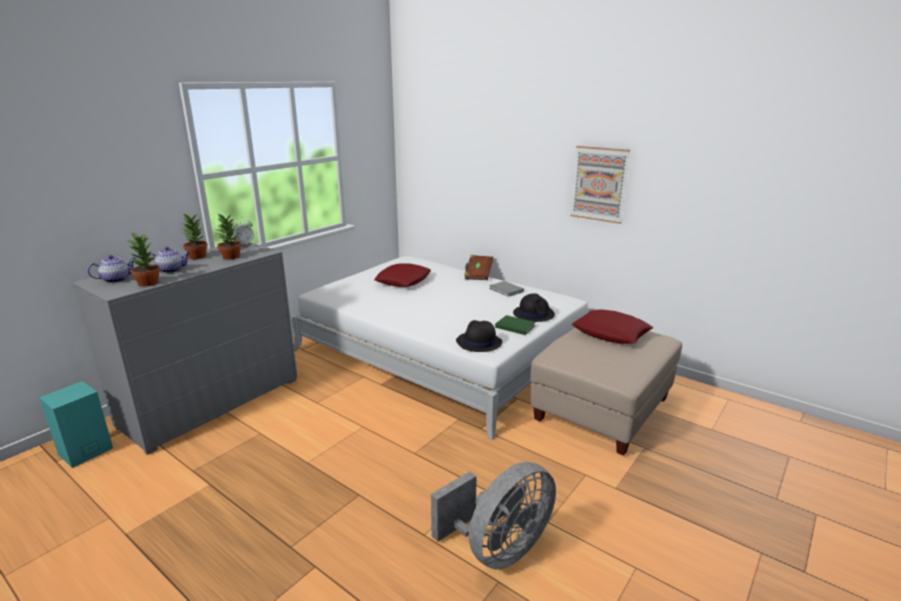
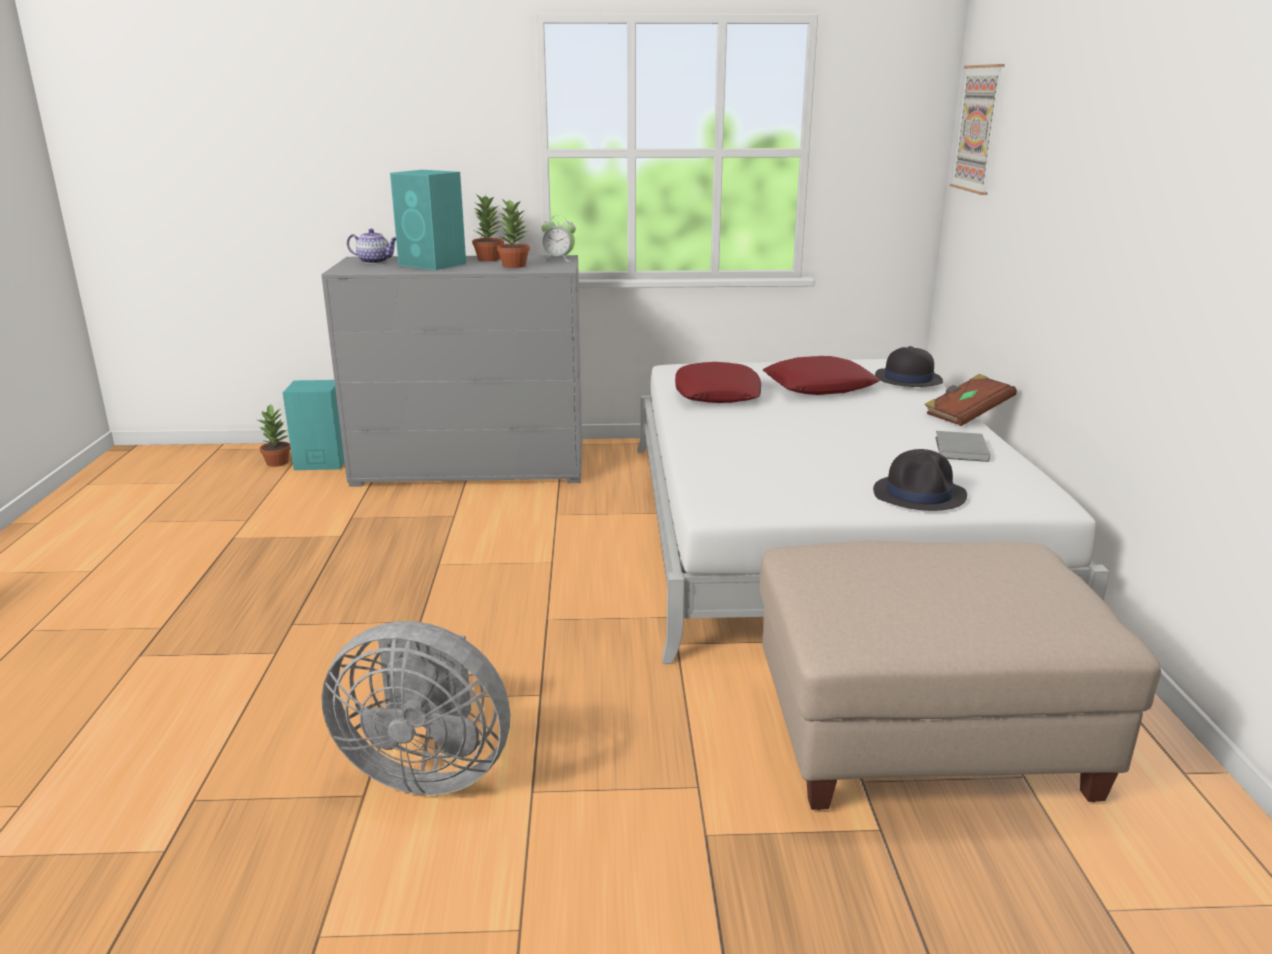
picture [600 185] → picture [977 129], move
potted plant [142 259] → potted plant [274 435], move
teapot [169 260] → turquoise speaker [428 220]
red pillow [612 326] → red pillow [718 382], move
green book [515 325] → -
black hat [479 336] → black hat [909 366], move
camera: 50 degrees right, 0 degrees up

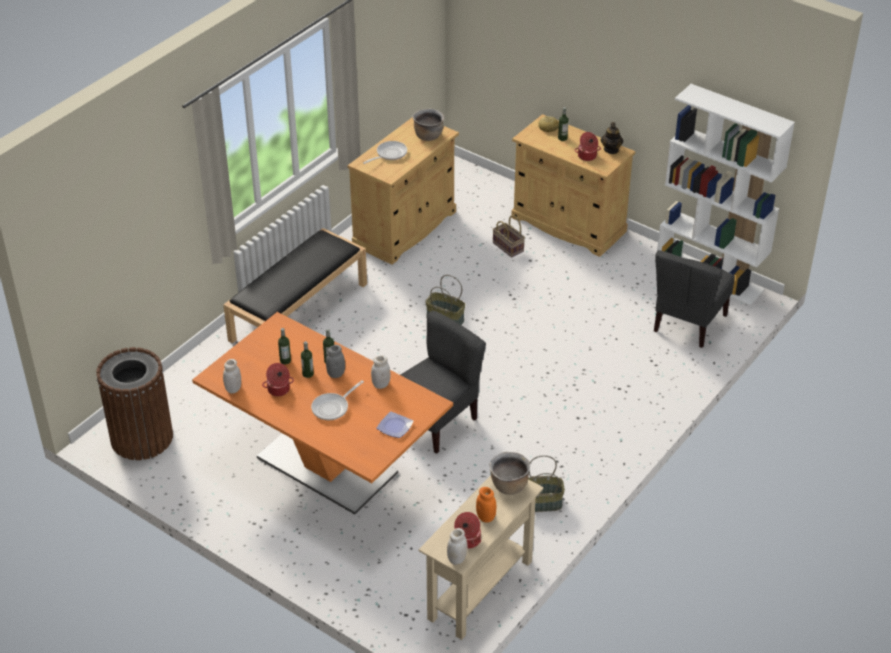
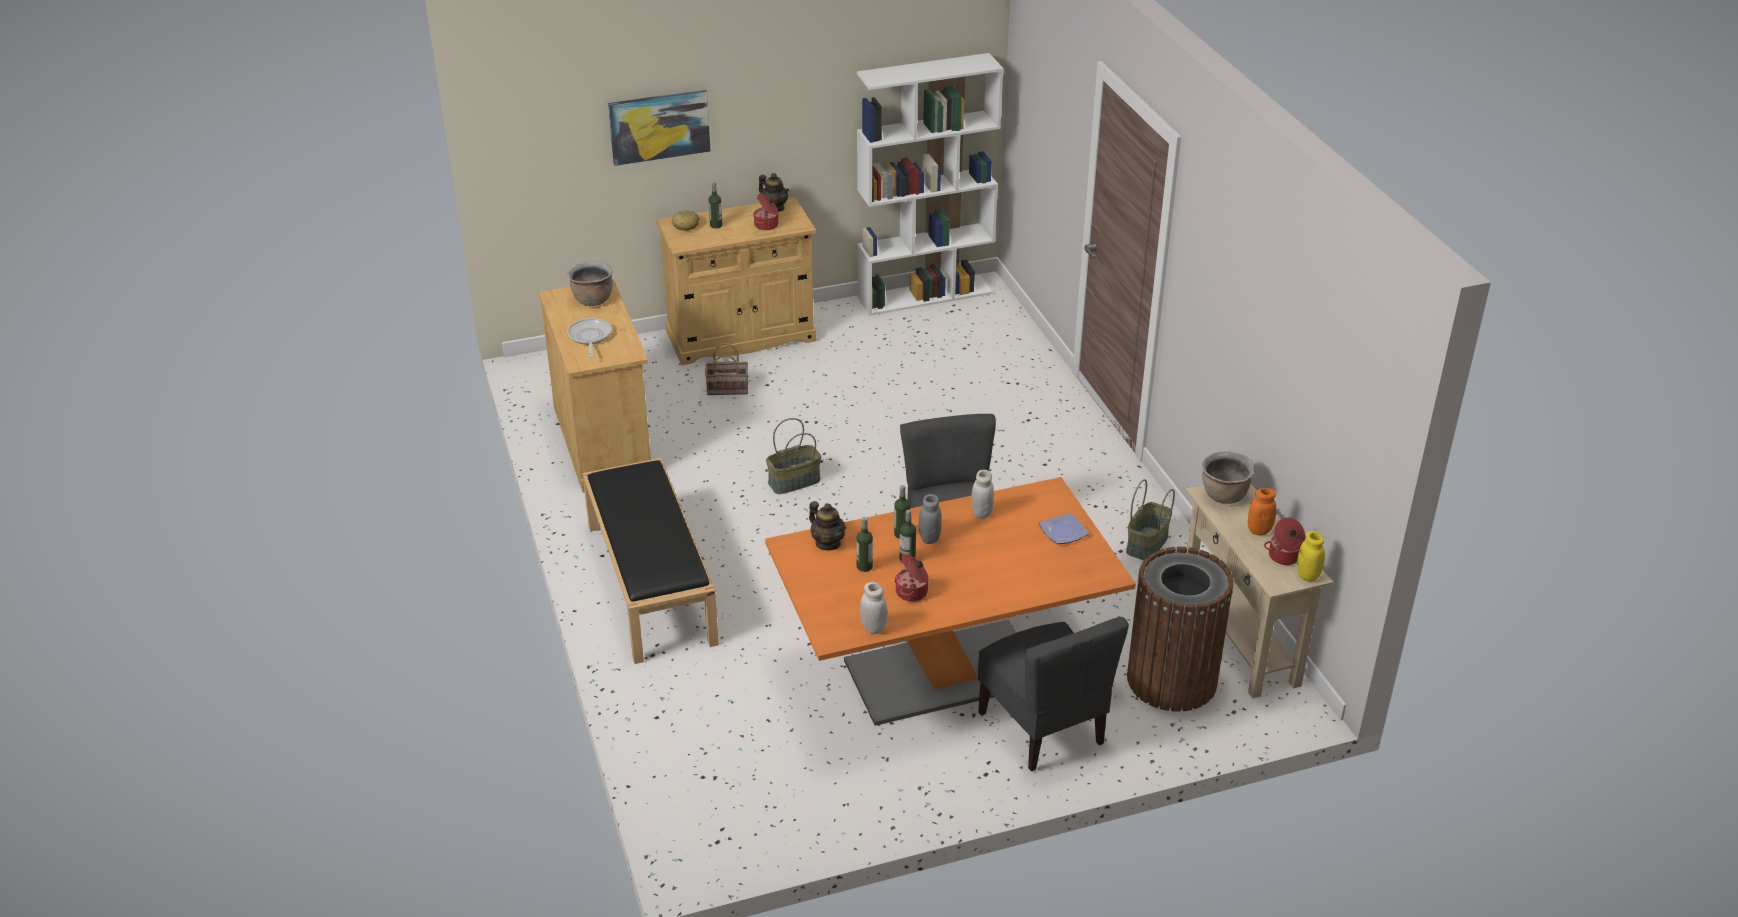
grey chair [694 299] → grey chair [1053 694], move
brown trash can [134 403] → brown trash can [1180 629], move
frying pan [337 400] → -
white jar [457 546] → yellow jar [1311 556]
- → picture [659 127]
- → teapot [827 525]
camera: 55 degrees left, 5 degrees down

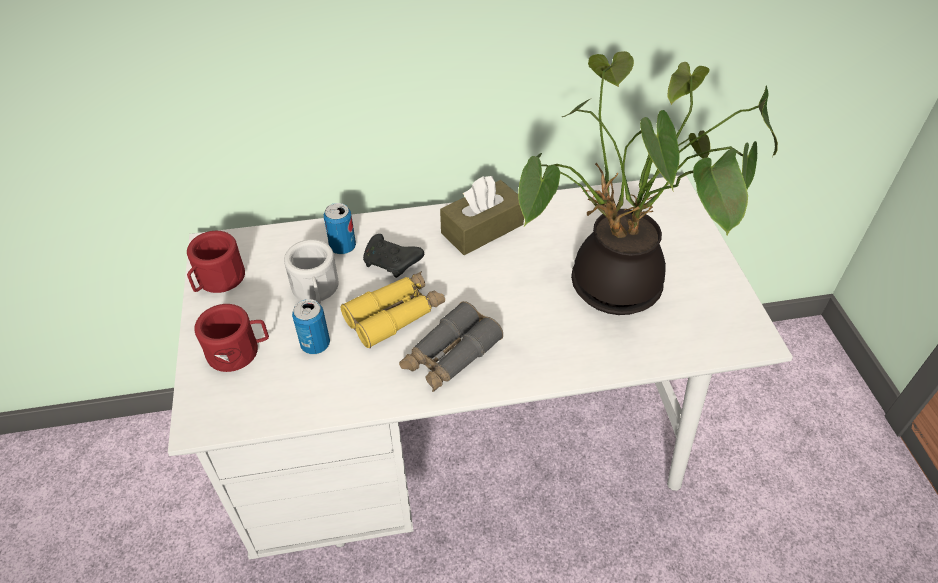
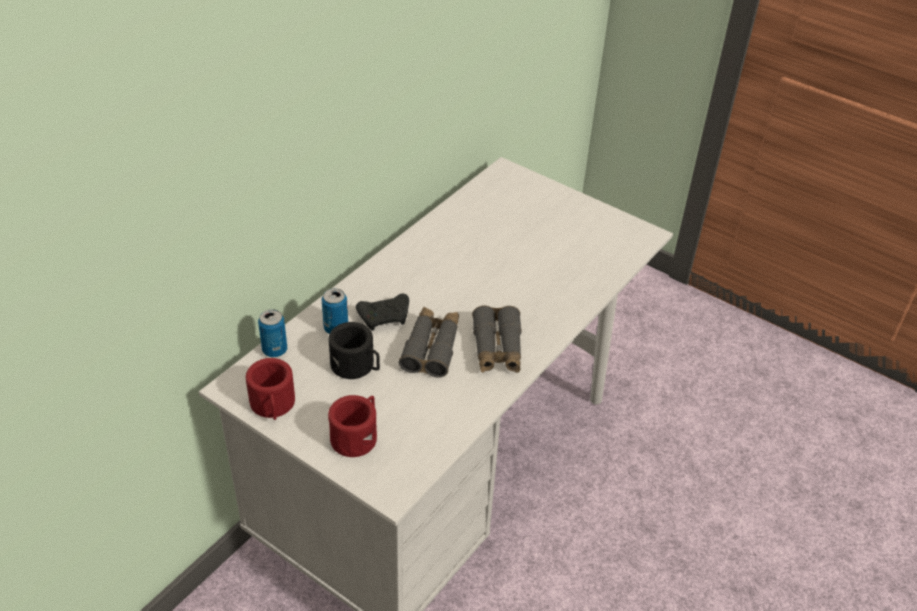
potted plant [648 183] → -
brown tissue box [482 215] → -
white mug [311 271] → black mug [354 350]
yellow binoculars [393 309] → grey binoculars [429 342]
can [311 326] → can [272 333], move
camera: 45 degrees left, 5 degrees down

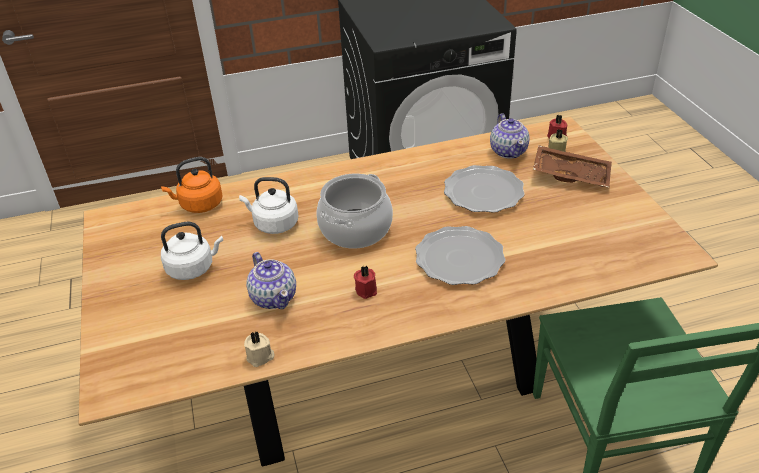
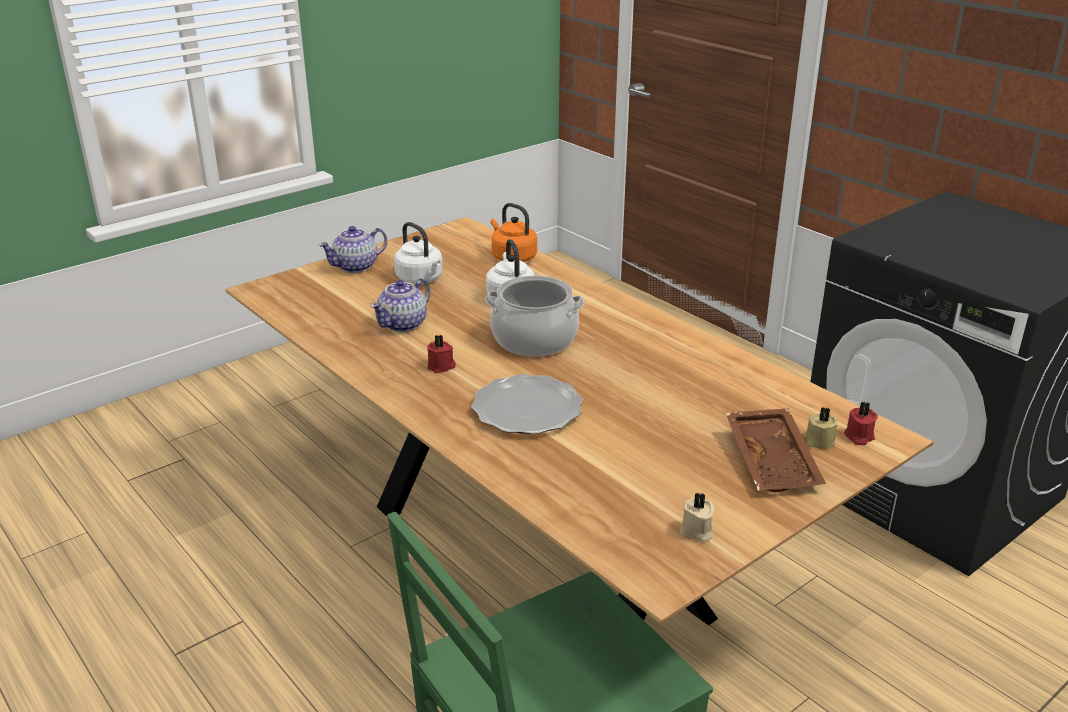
teapot [510 136] → teapot [352 249], move
plate [484 189] → -
beige candle [259 349] → beige candle [697 517], move
camera: 65 degrees right, 10 degrees down

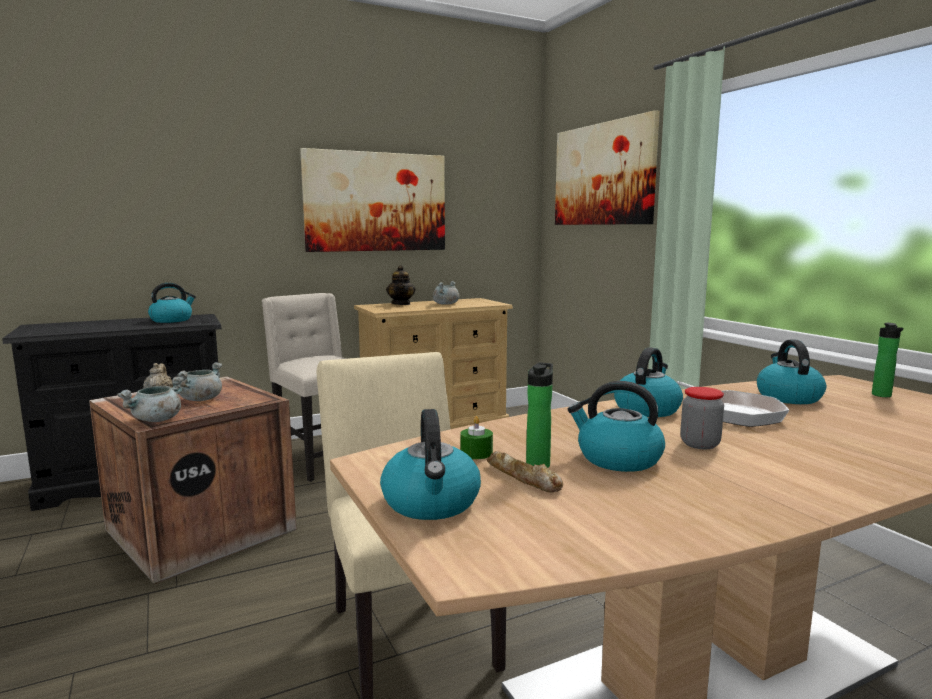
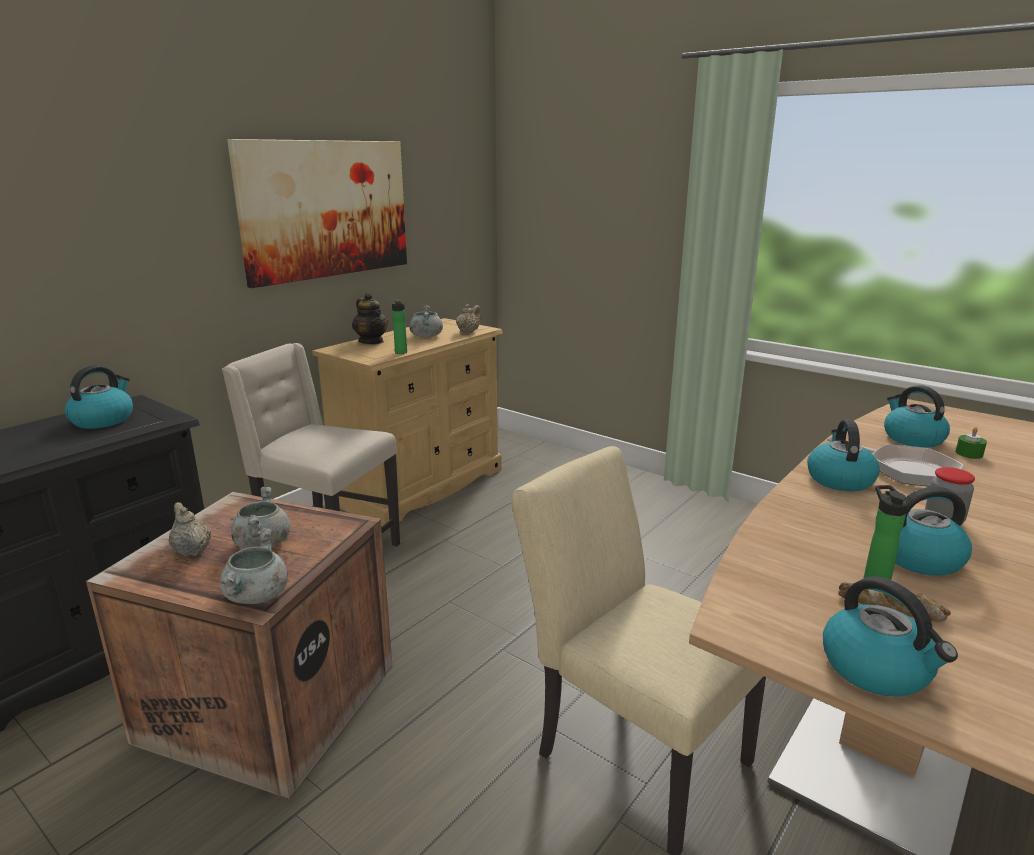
picture [607 167] → -
bottle [887 360] → bottle [399 326], move
green candle [476 437] → green candle [971 443], move
- → beige teapot [468 319]
camera: 25 degrees left, 10 degrees up

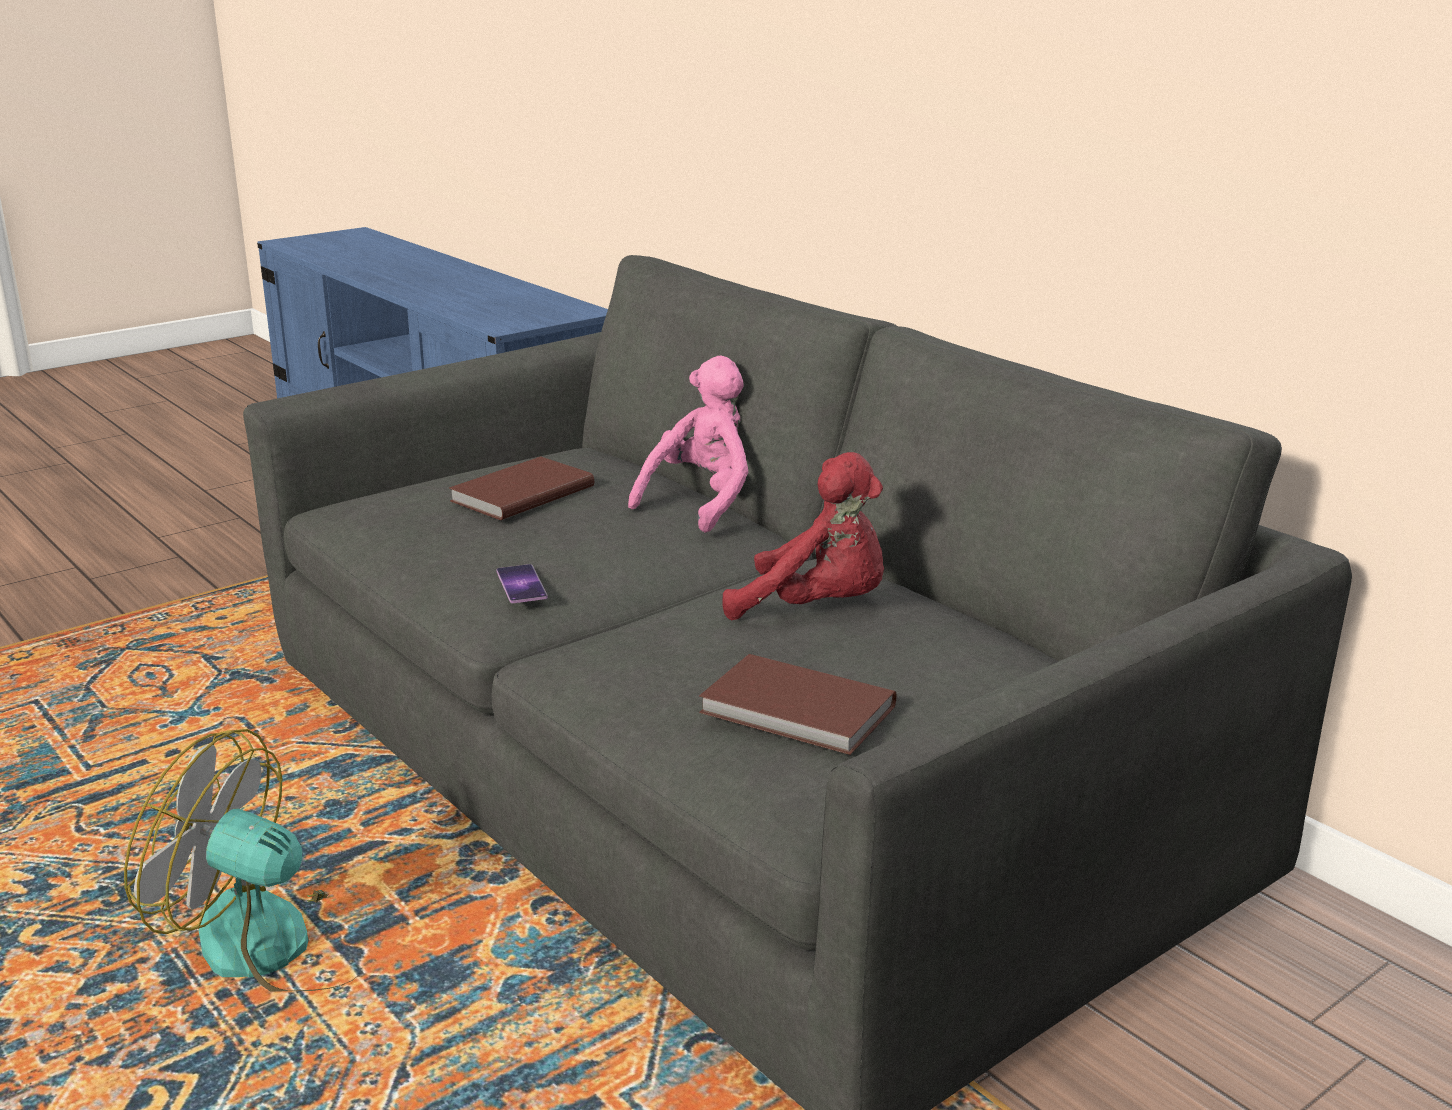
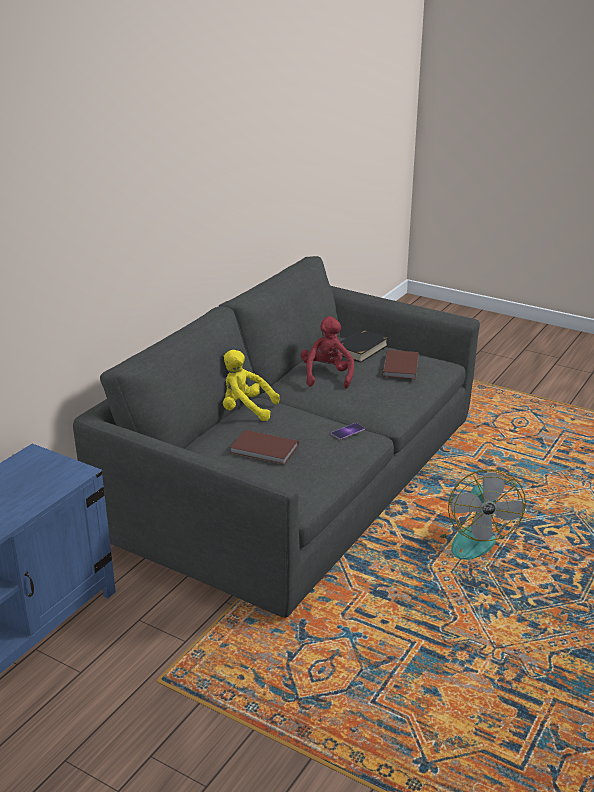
pink plush toy [688 444] → yellow plush toy [251 385]
- → black book [364 346]
camera: 110 degrees left, 5 degrees up

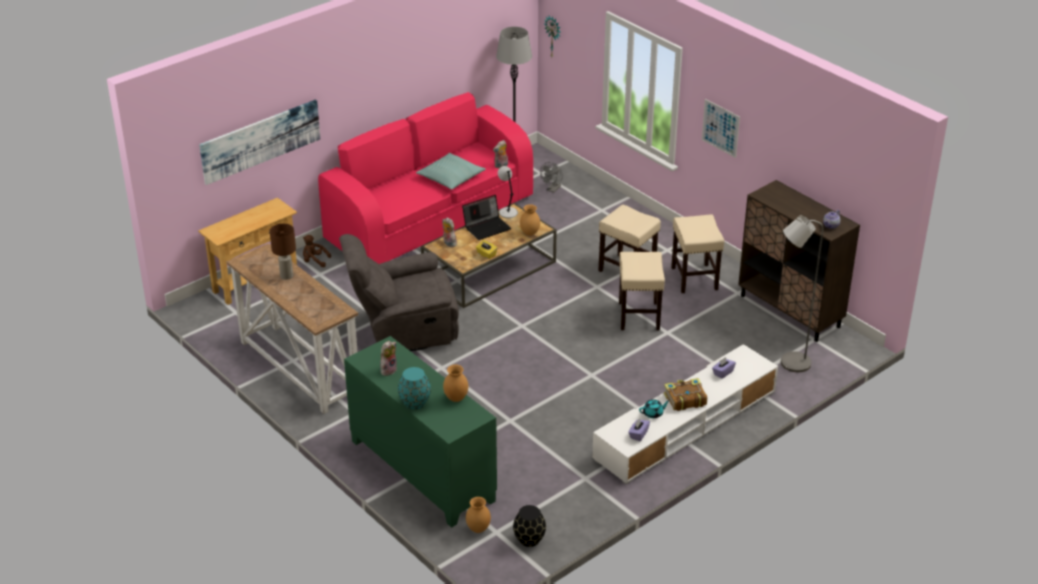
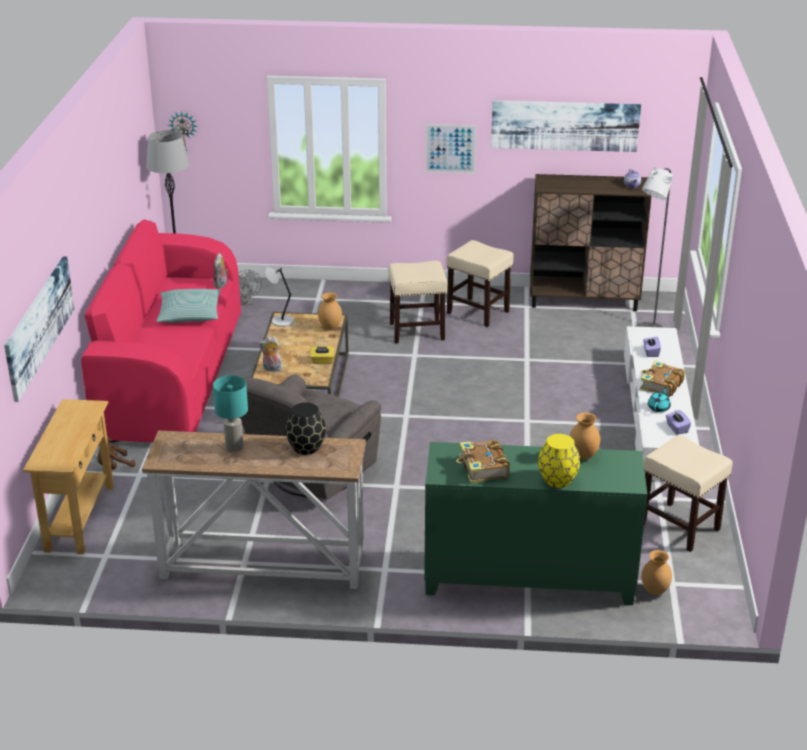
laptop [486 217] → -
brown table lamp [283 252] → turquoise table lamp [230 413]
beige stool [642 291] → beige stool [688 493], move
plush toy [388 358] → book [483 462]
turquoise vase [414 388] → yellow vase [559 461]
black vase [529 526] → black vase [305 428], move
- → picture [566 126]
camera: 45 degrees left, 5 degrees down

